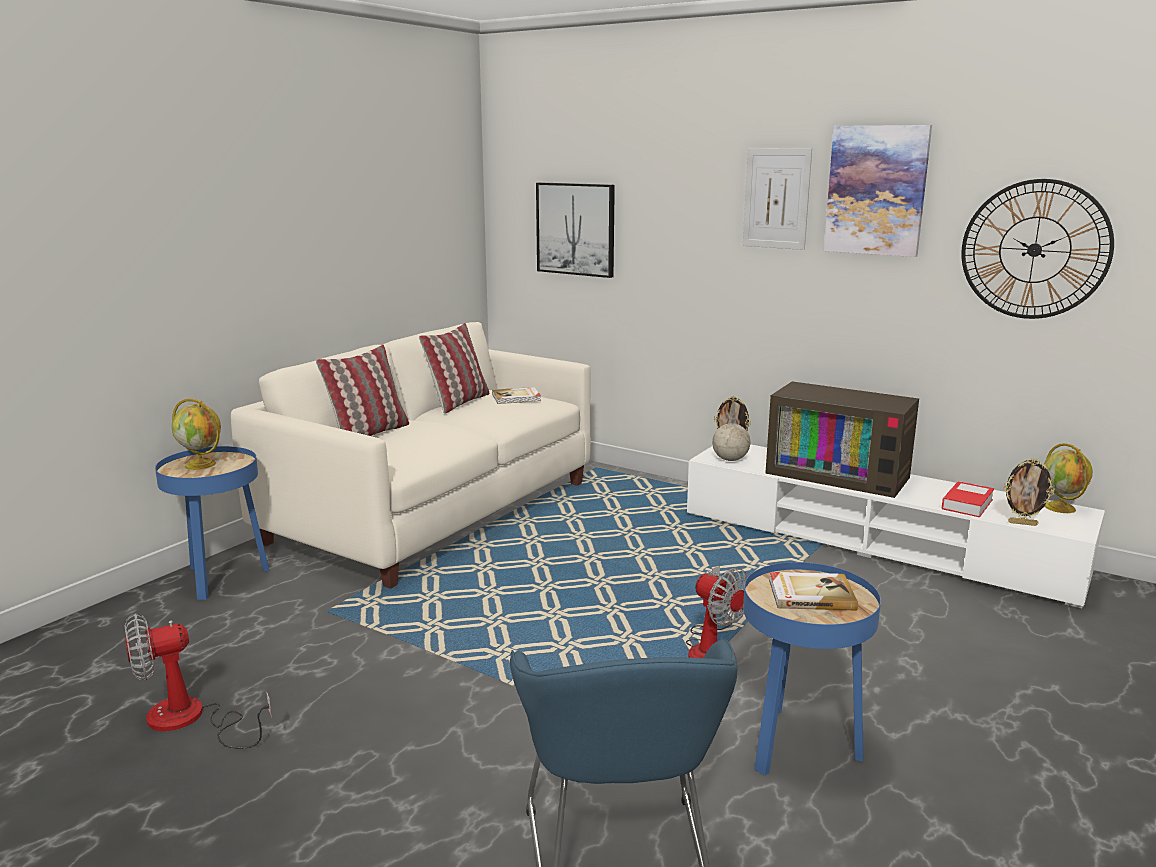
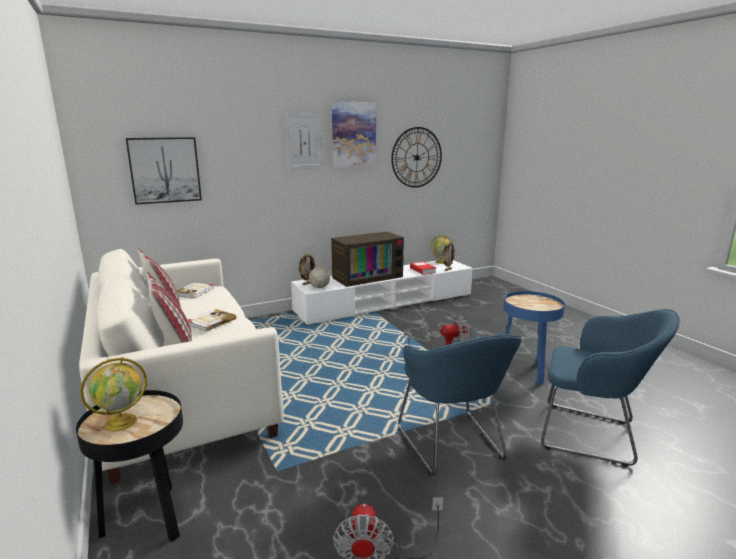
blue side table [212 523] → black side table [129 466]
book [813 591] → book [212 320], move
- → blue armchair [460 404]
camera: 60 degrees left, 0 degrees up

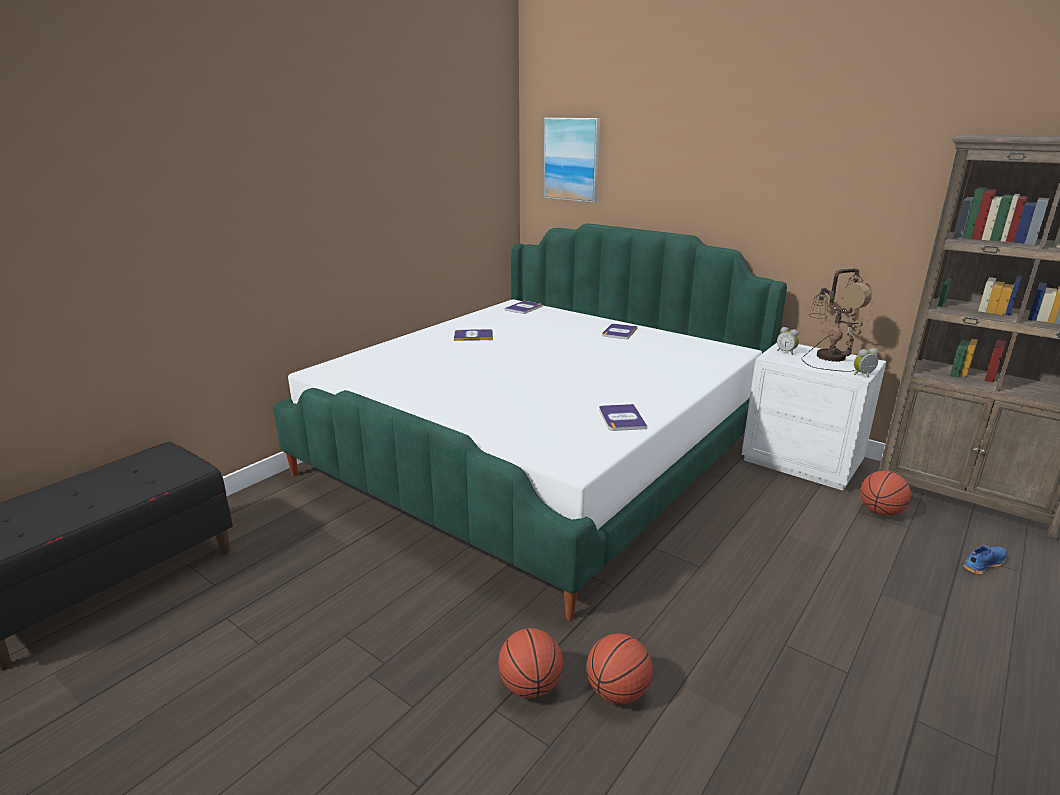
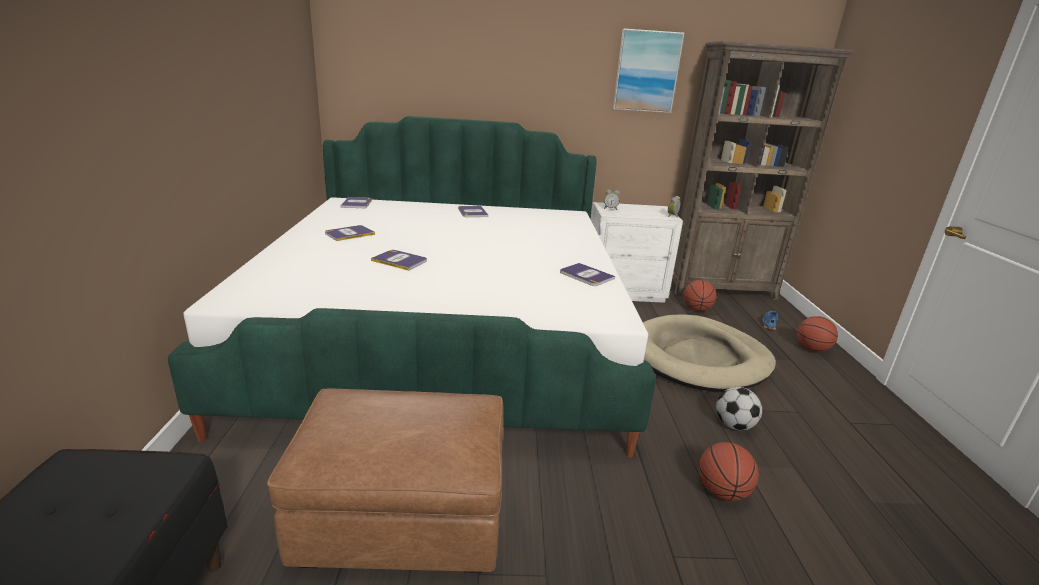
picture [572 160] → picture [648 70], move
table lamp [837 320] → -
basketball [530 663] → basketball [817 334], move
- → book [399 260]
- → beige dog bed [709 353]
- → football [739 408]
- → brown ottoman [385 480]
camera: 40 degrees left, 0 degrees up

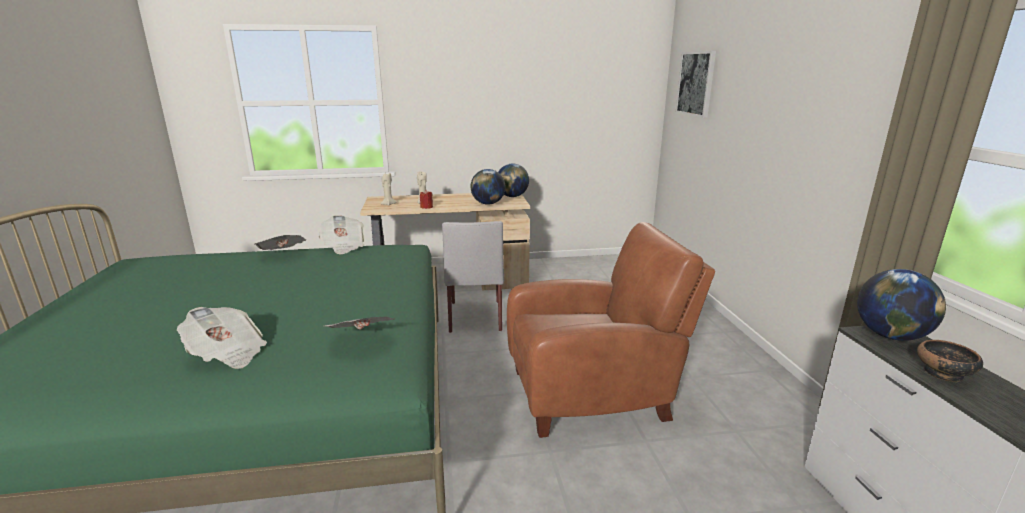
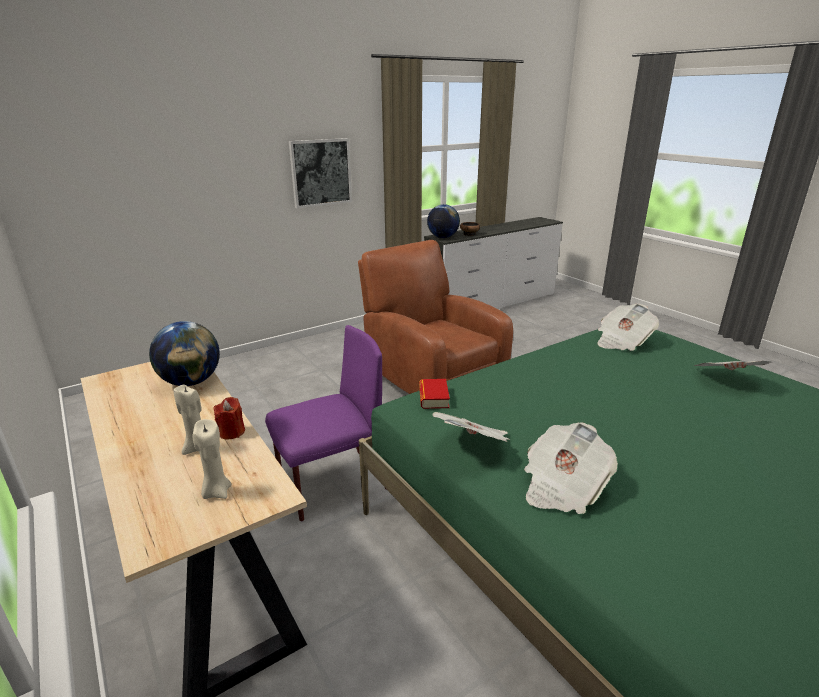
picture [696 84] → picture [320 173], move
globe [513 180] → -
grey chair [473 277] → purple chair [326 423]
- → book [434 394]
camera: 115 degrees left, 5 degrees up

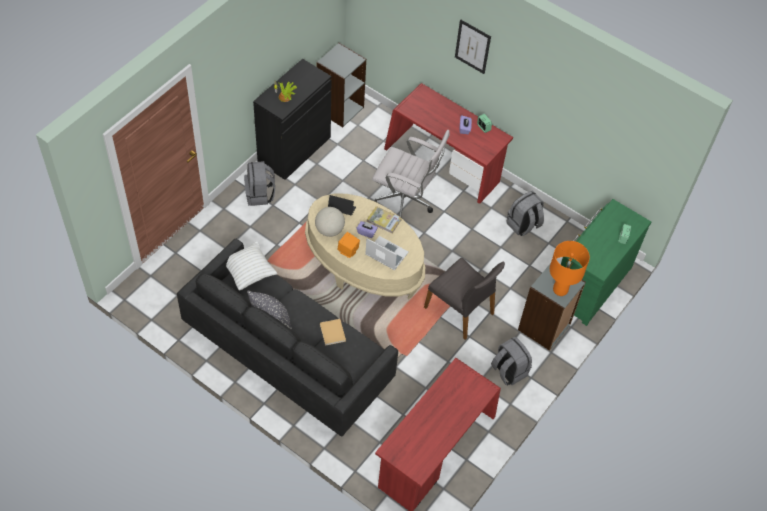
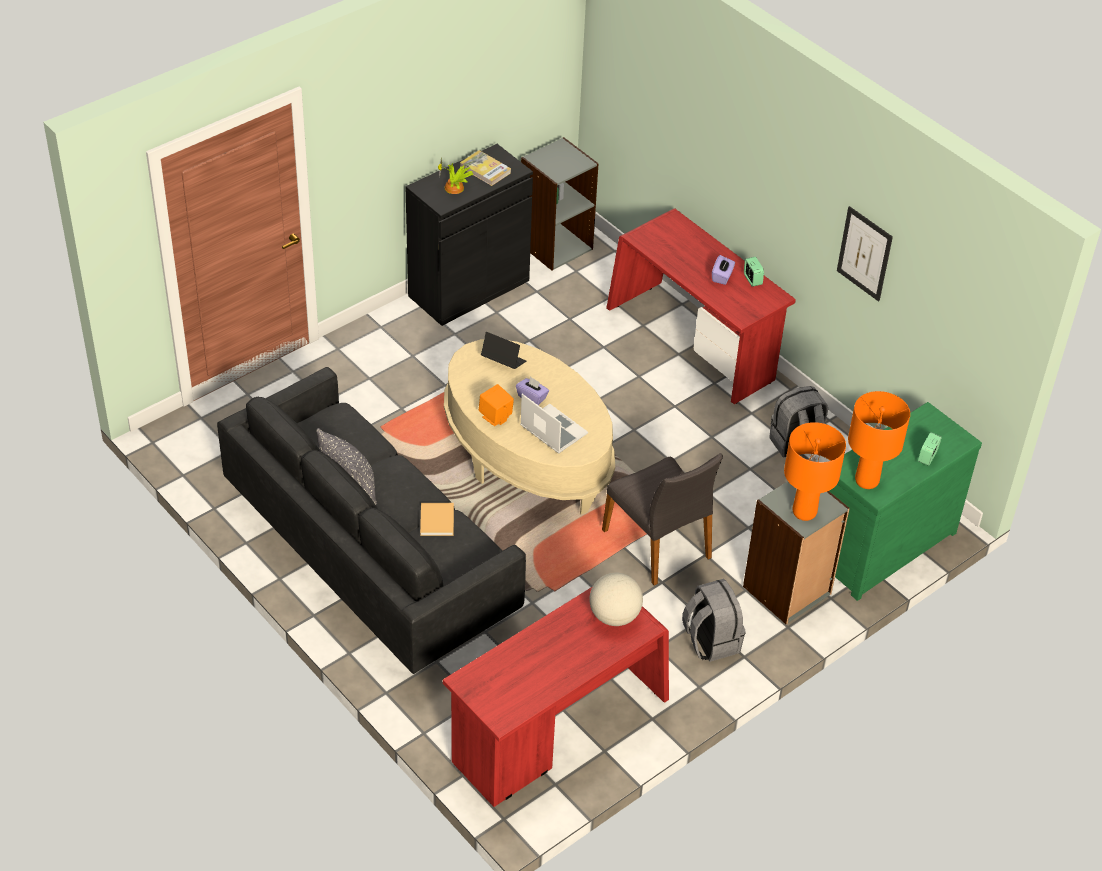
picture [473 46] → picture [865 254], move
white office chair [411 173] → -
grey backpack [259 183] → -
book [384 220] → book [485 168], move
globe [330 222] → globe [616 599], move
white pillow [251 266] → -
- → orange table lamp [879 440]
camera: 15 degrees right, 10 degrees down

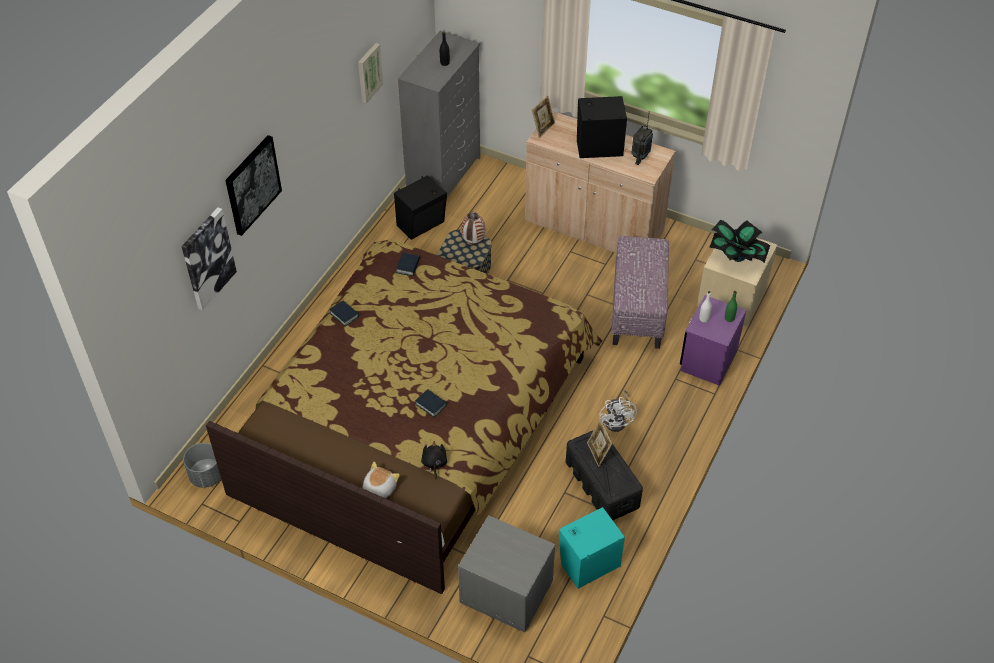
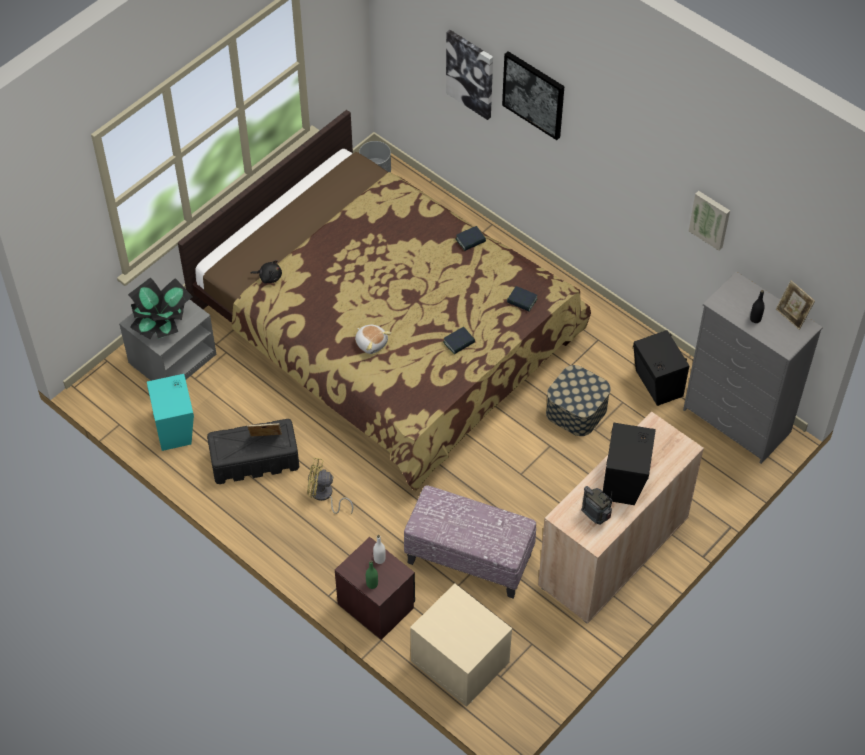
picture frame [543 117] → picture frame [795 305], move
vase [473 228] → -
potted plant [739 241] → potted plant [160 308], move
purple nightstand [713 340] → brown nightstand [375 588]
book [431 403] → book [459 340], move
white fan [618 411] → yellow fan [330 486]
plush toy [381 480] → plush toy [373 339], move
camera: 105 degrees right, 5 degrees up

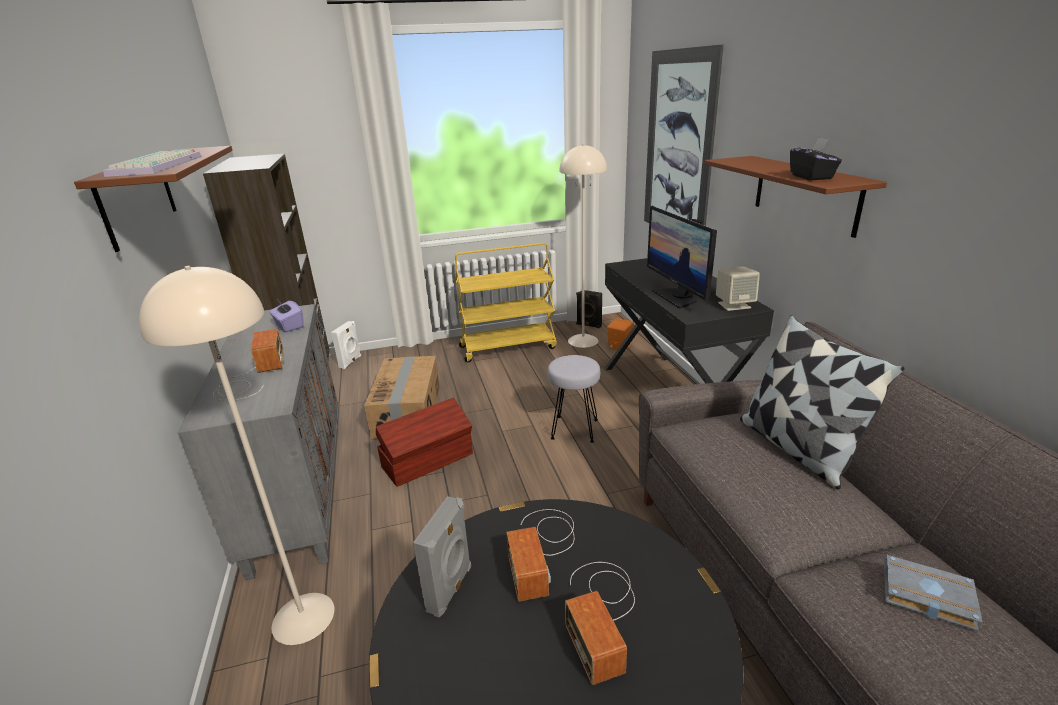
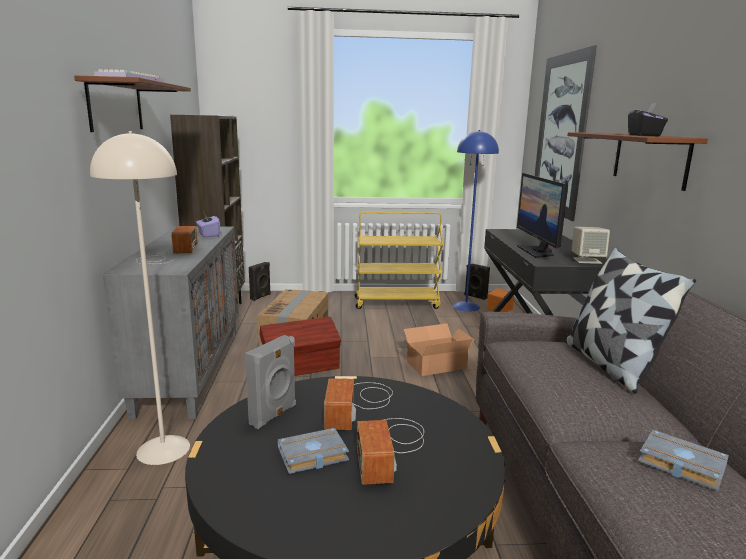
beige floor lamp [583 246] → blue floor lamp [475 221]
white speaker [346 345] → black speaker [260 281]
grey stool [573 399] → cardboard box [439 349]
- → grey book [313 451]
camera: 10 degrees right, 10 degrees down

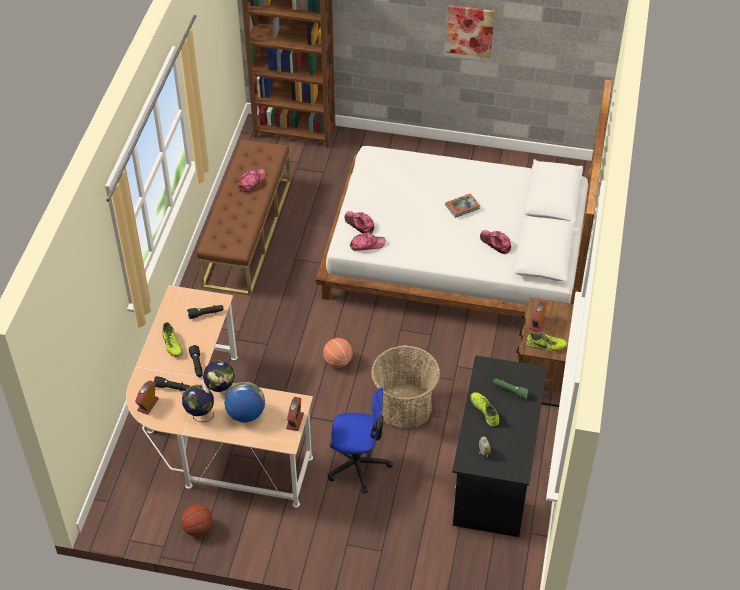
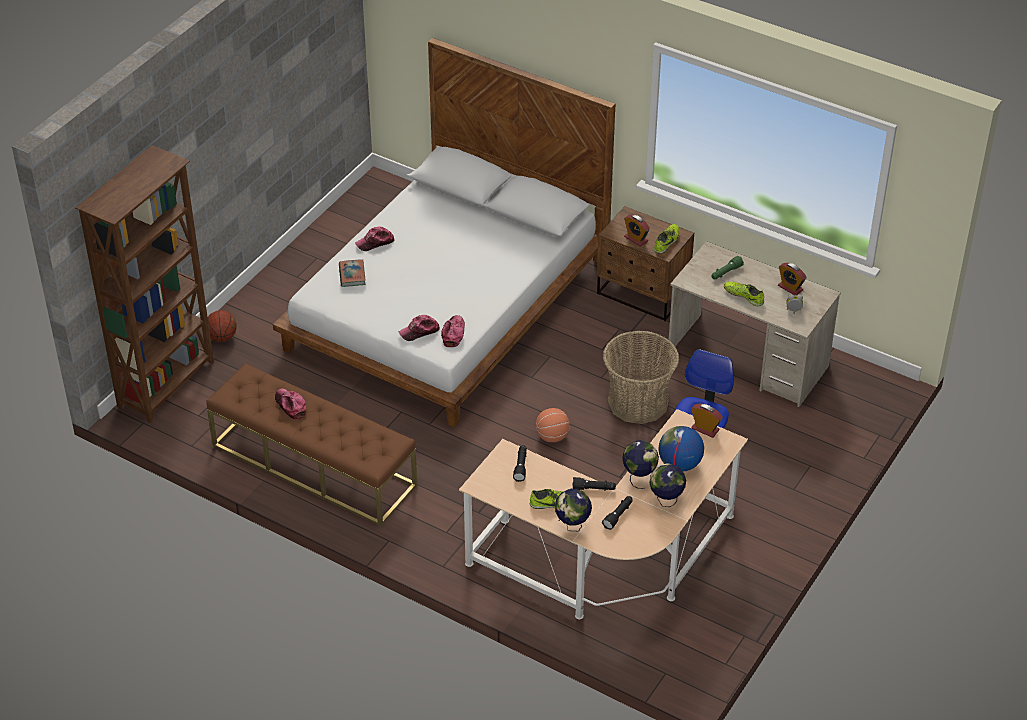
picture [470 31] → -
book [462 206] → book [352 273], move
cap [495 242] → cap [375 239], move
black desk [499 446] → beige desk [754 324]
alarm clock [147 398] → alarm clock [792 279], move
shoe [484 409] → shoe [744 294], 45 degrees clockwise
basketball [197 521] → basketball [222 326], move
- → globe [573 510]
camera: 70 degrees left, 5 degrees down

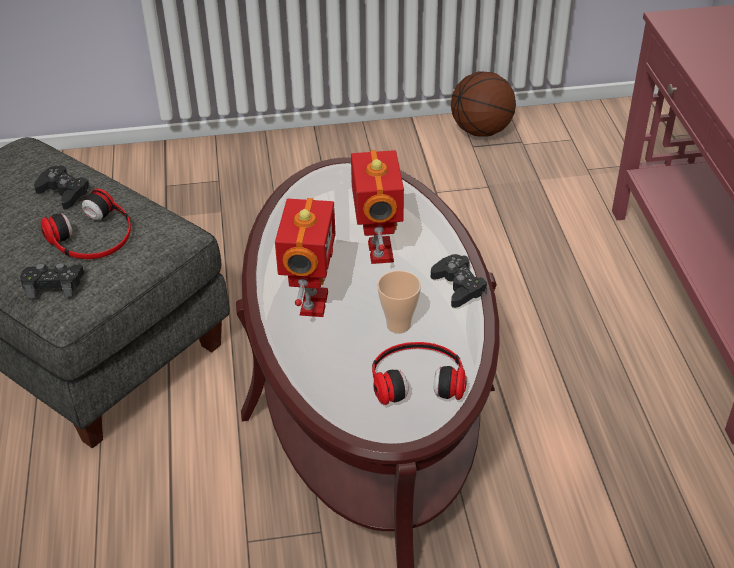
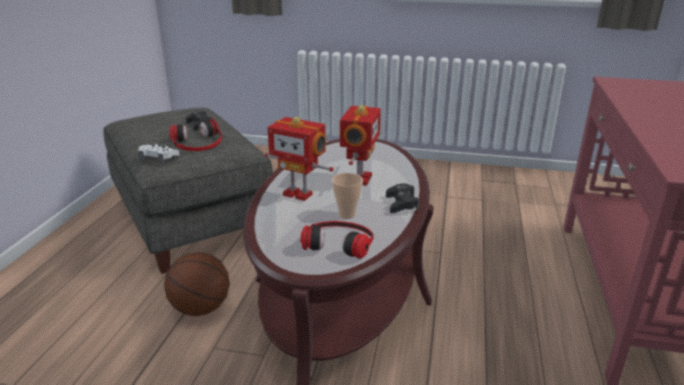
basketball [483 104] → basketball [197 284], move
toy robot [305 257] → toy robot [299 159], 90 degrees clockwise
black game controller [52 280] → white game controller [158 153]
camera: 20 degrees right, 15 degrees down

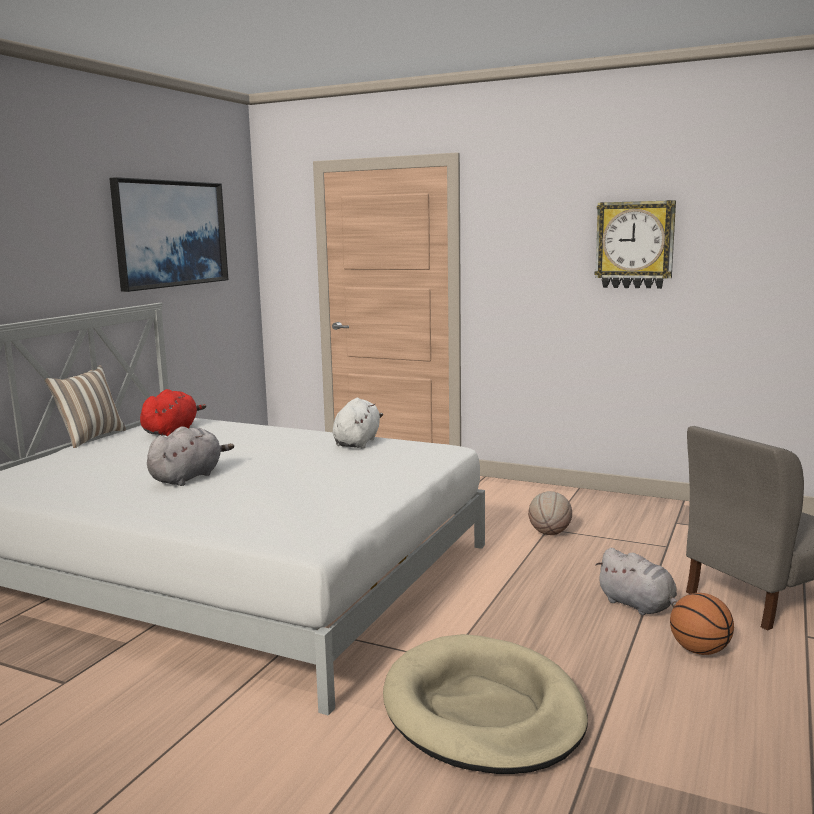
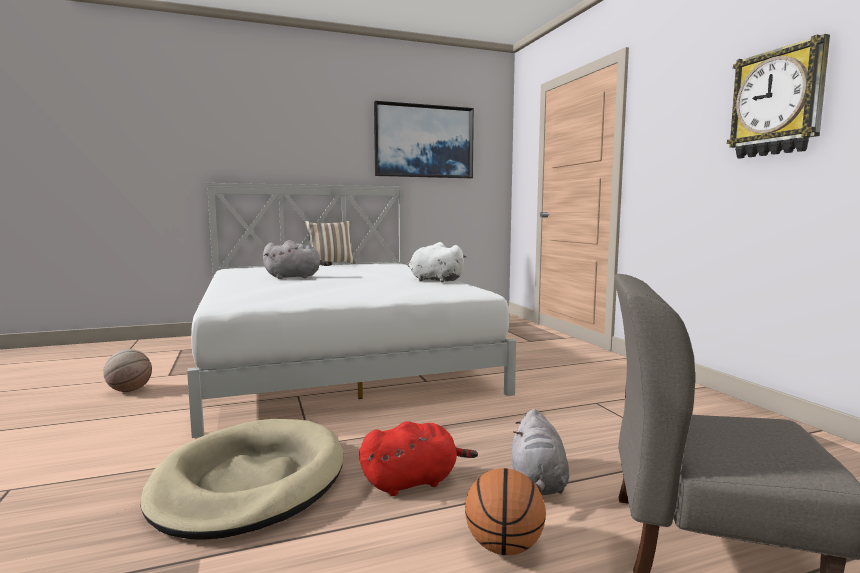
red plush toy [173 412] → red plush toy [418 458], move
white plush toy [358 423] → white plush toy [437 262], 120 degrees counterclockwise
basketball [550 513] → basketball [127 370], move
camera: 45 degrees right, 5 degrees down

